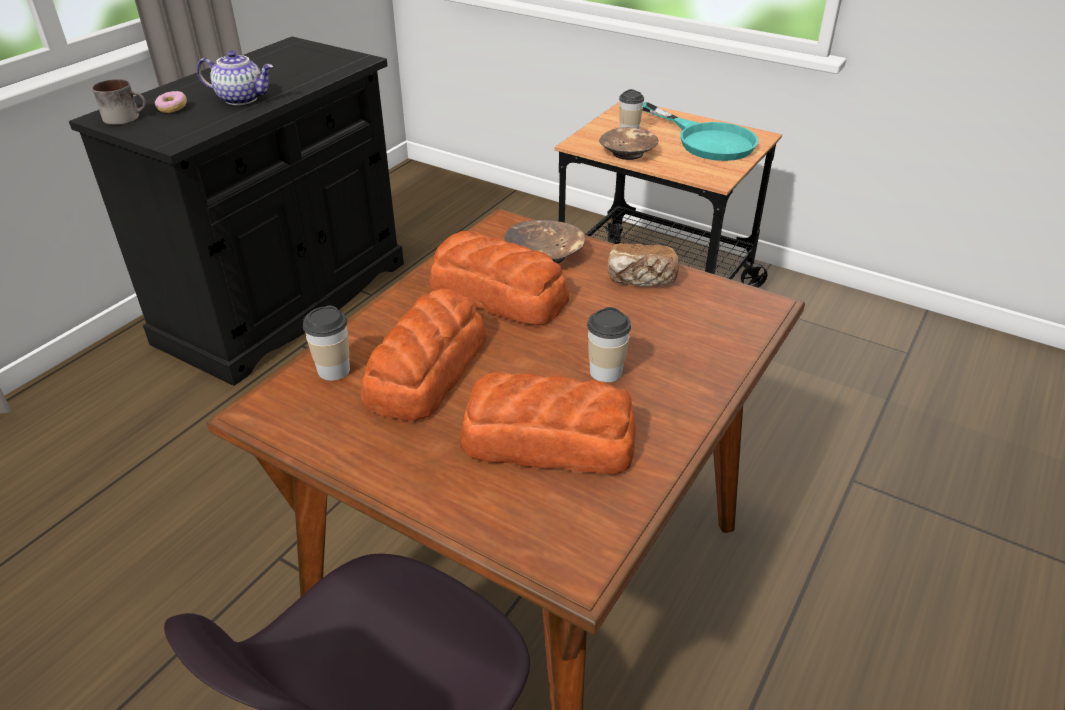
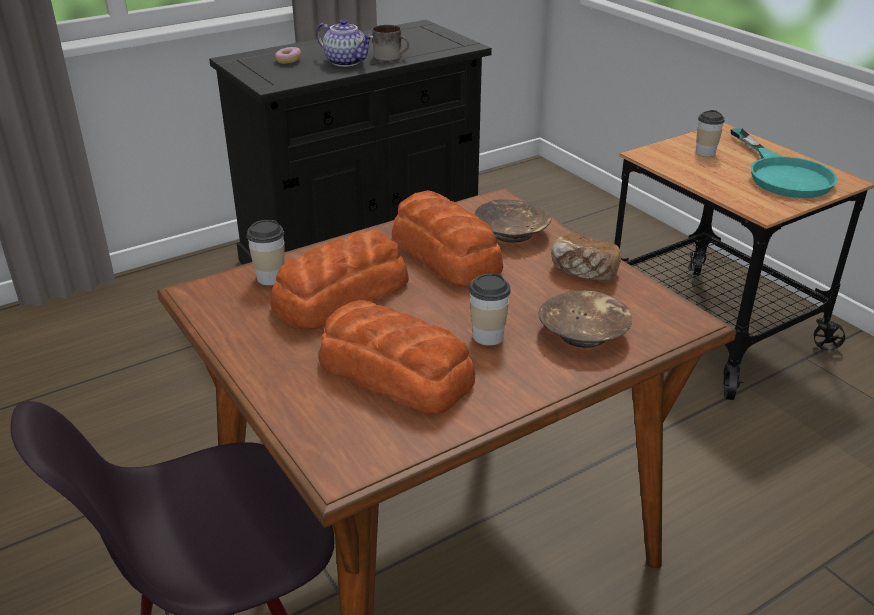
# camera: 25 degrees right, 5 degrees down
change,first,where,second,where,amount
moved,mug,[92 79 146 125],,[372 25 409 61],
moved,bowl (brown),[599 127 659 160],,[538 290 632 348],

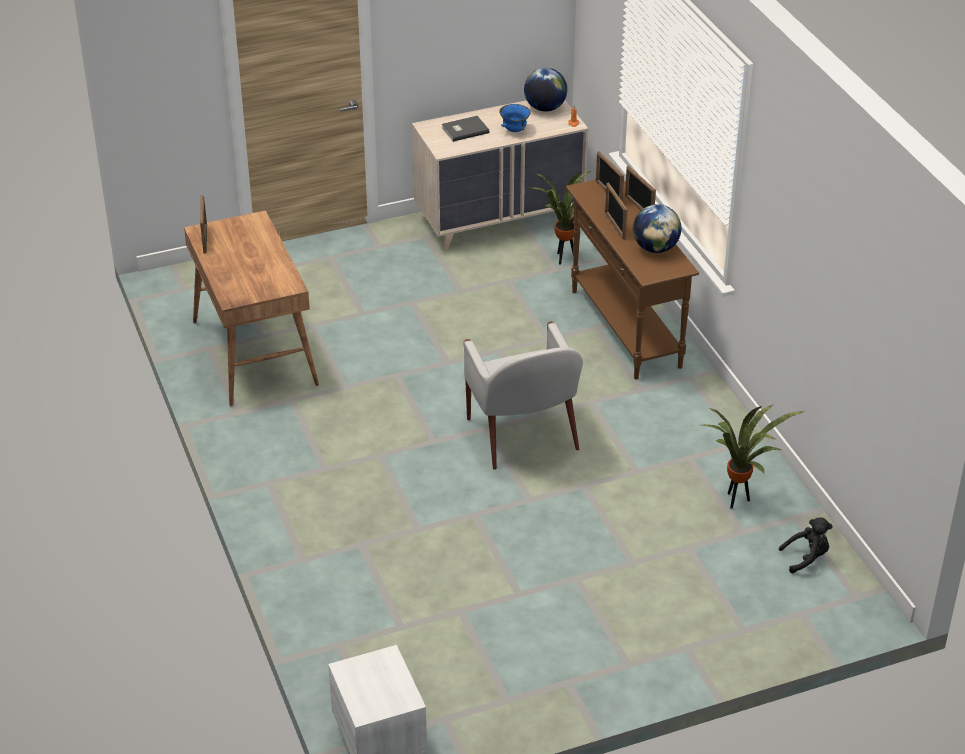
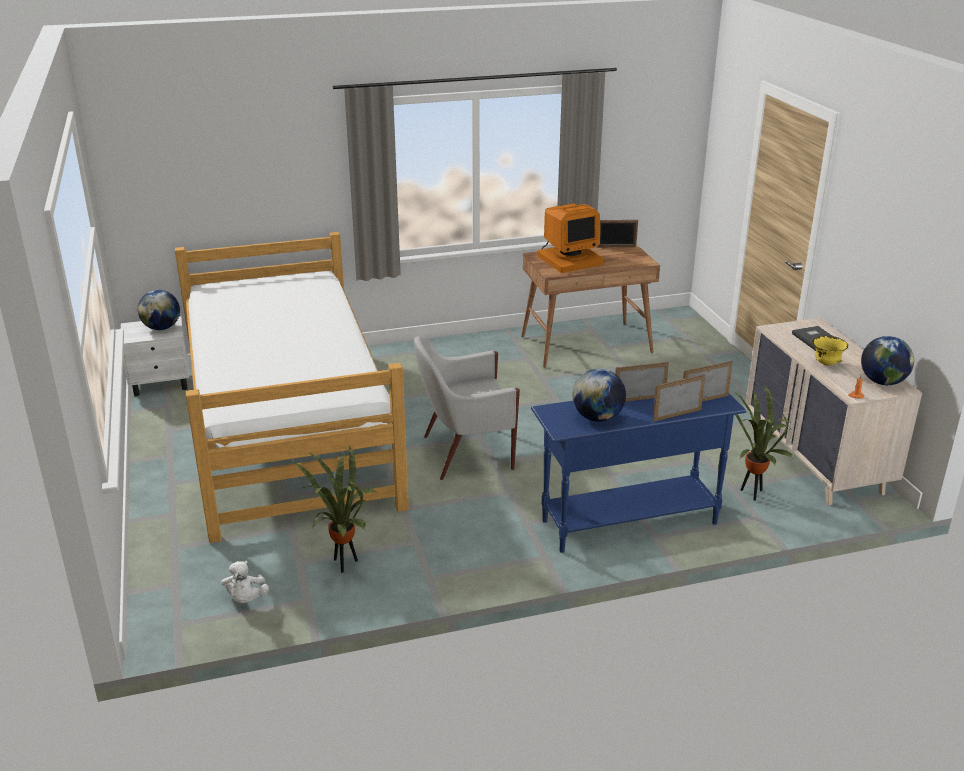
# camera: 95 degrees right, 10 degrees down
change,first,where,second,where,amount
recoloured,bowl (blue),[499 104 530 132],bowl (yellow),[812 336 848 366],
recoloured,console table (brown),[566 179 699 380],console table (blue),[531 393 746 553],
recoloured,plush toy (black),[779 517 832 573],plush toy (white),[221 561 269 603],
added,,,globe,[138 290 180 330],
added,,,bed,[175 232 409 543],
added,,,monitor,[537 203 605 273],

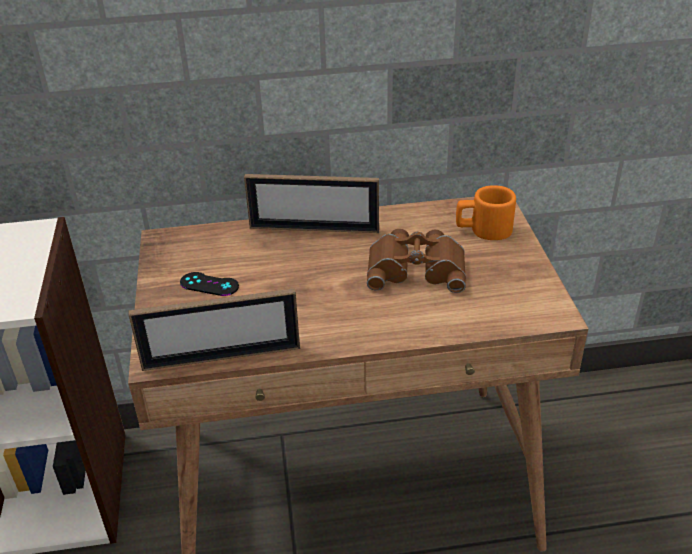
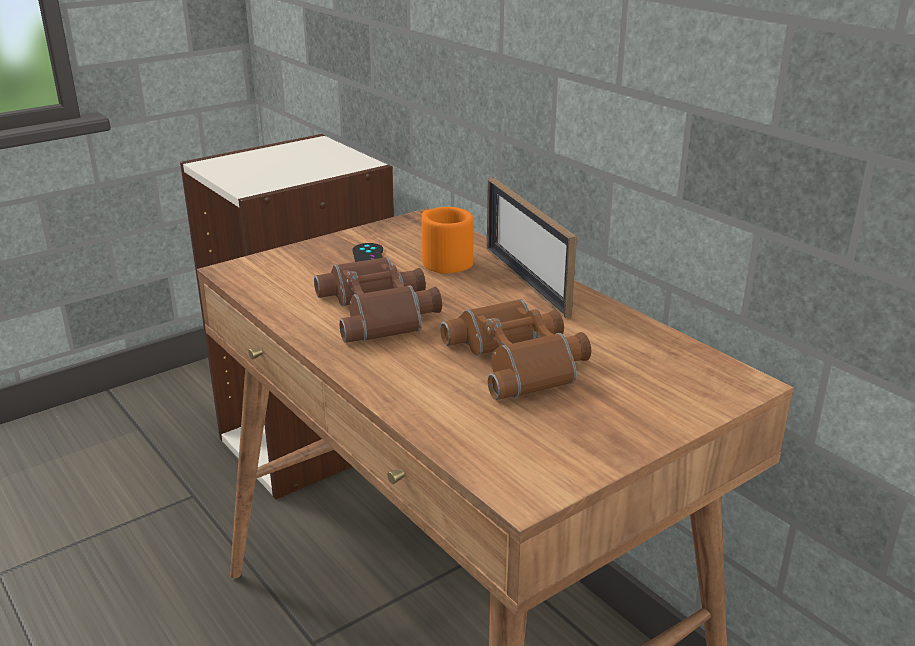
# camera: 60 degrees right, 10 degrees down
change,first,where,second,where,amount
removed,picture frame,[128 288 300 371],,,
moved,mug (orange),[456 185 516 240],,[421 207 474 273],
added,,,binoculars (brown),[314 257 442 343],

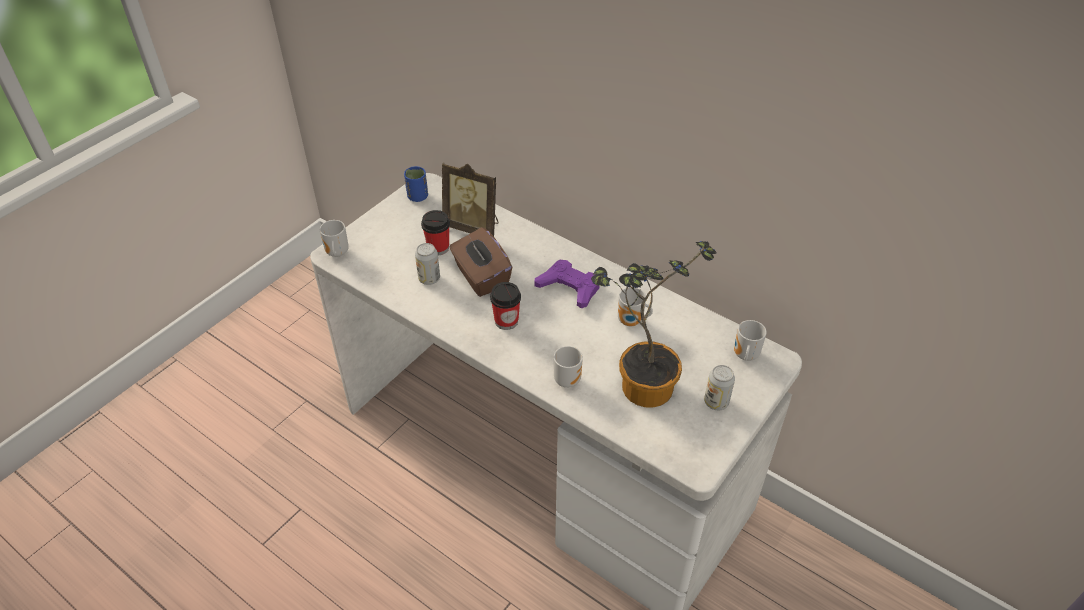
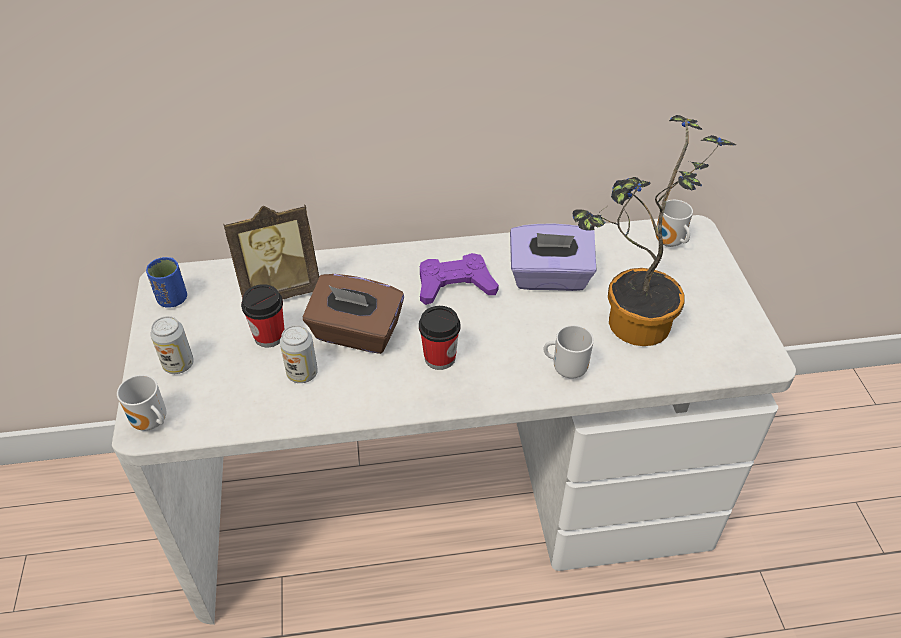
# camera: 45 degrees left, 0 degrees up
change,first,where,second,where,amount
replaced,mug,[618 287 653 326],tissue box (purple),[510 223 597 291],
moved,can,[704 365 735 410],,[150 316 194 374],

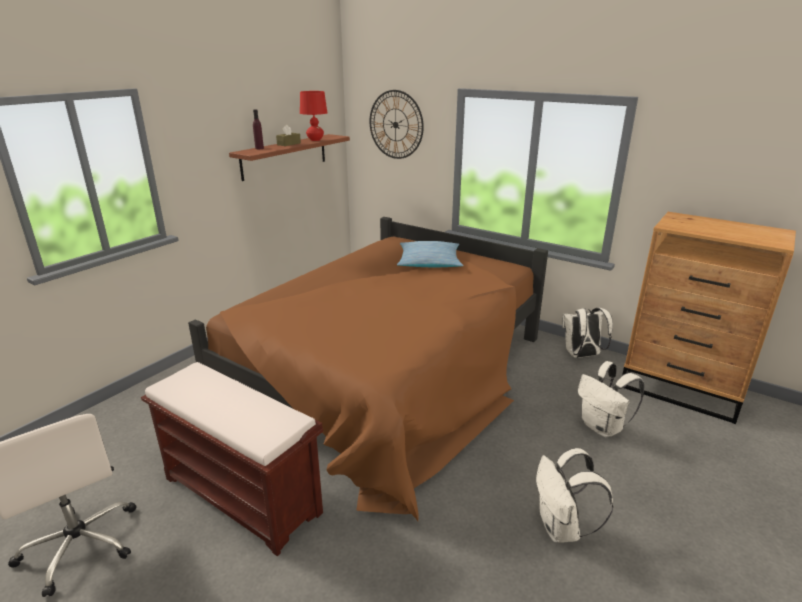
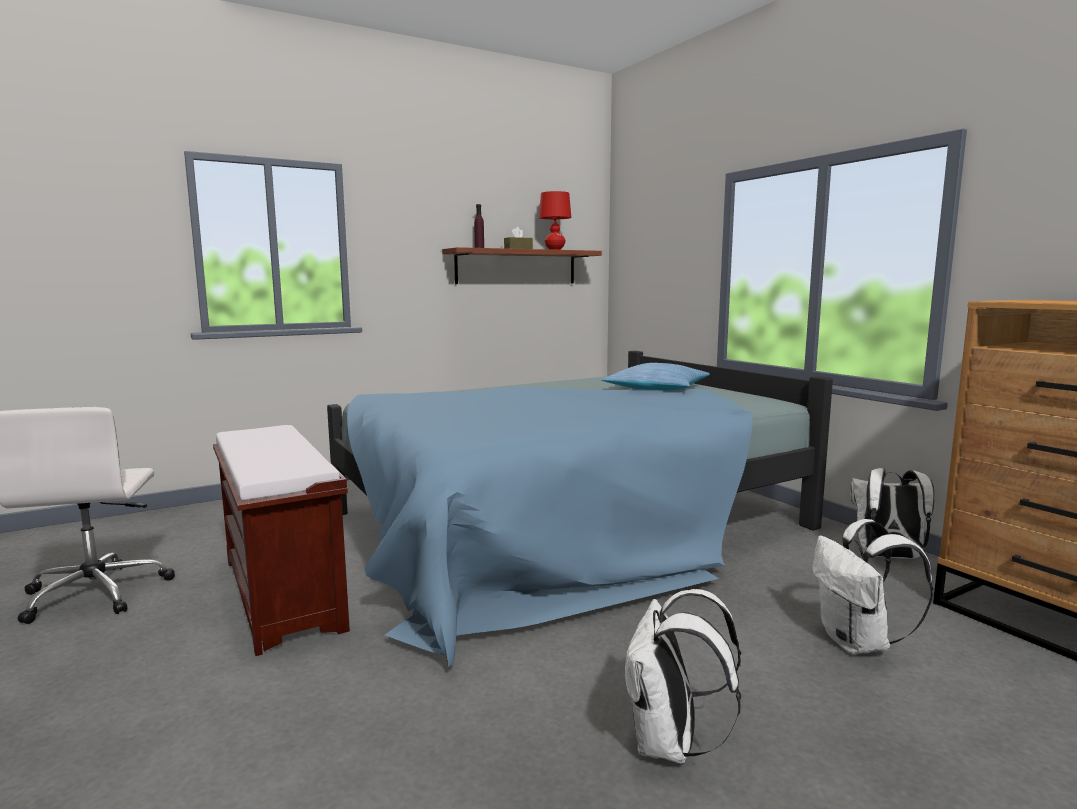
# camera: 25 degrees right, 15 degrees down
change,first,where,second,where,amount
recoloured,bed (brown),[188 217 548 521],bed (blue),[327 351 833 667],
removed,wall clock,[369 90 424 159],,,

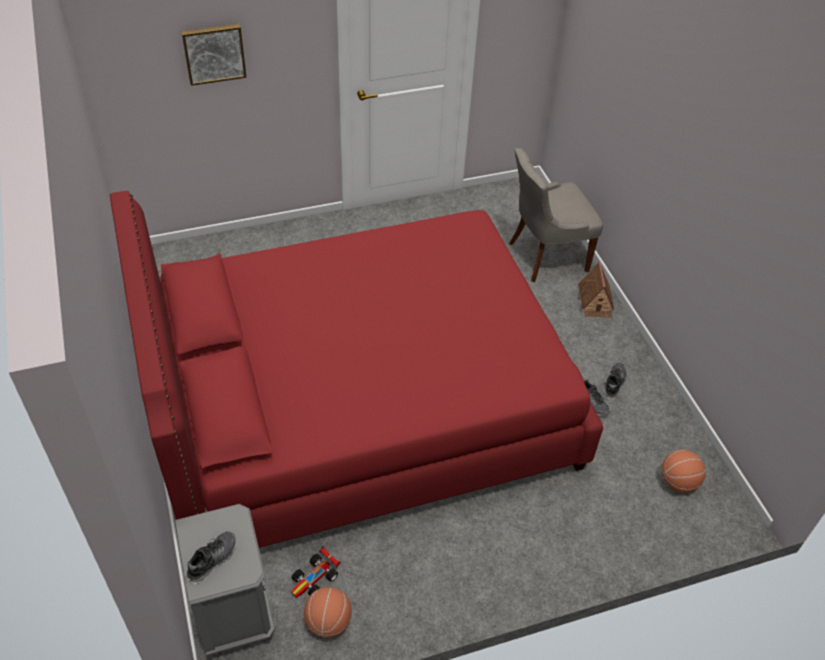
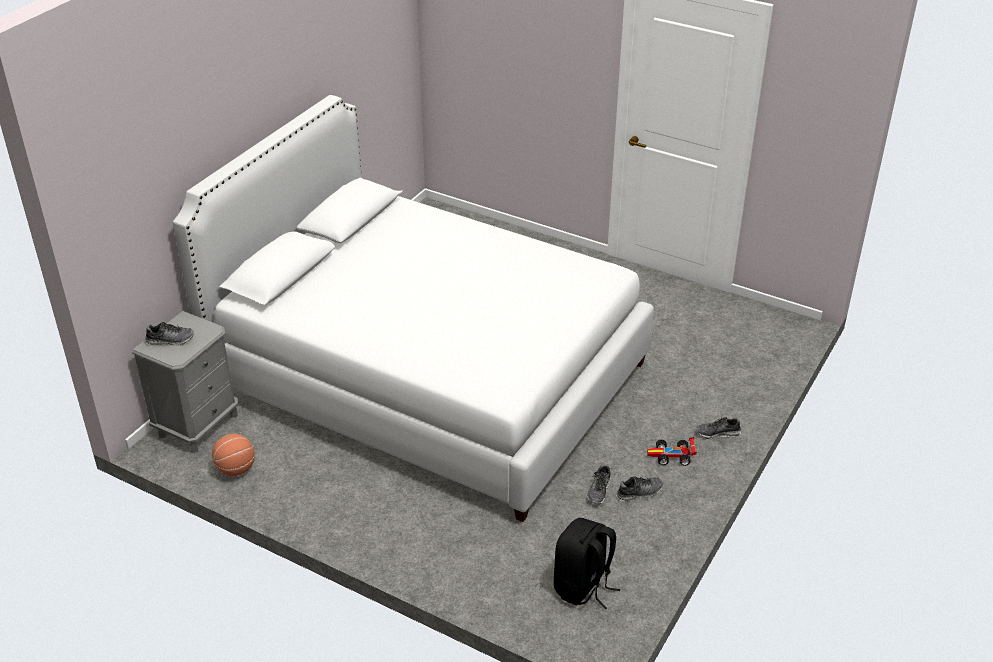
# camera: 50 degrees right, 10 degrees down
change,first,where,second,where,amount
recoloured,bed (red),[110 191 603 548],bed (white),[173 95 654 522],
removed,picture,[182 24 247 86],,,
moved,toy car,[291 546 340 598],,[647 437 697 466],
removed,chair (grey),[509 148 603 282],,,
replaced,toy house,[578 261 614 317],shoe,[696 417 741 439],
replaced,basketball,[661 450 706 493],backpack (black),[554 518 620 609],

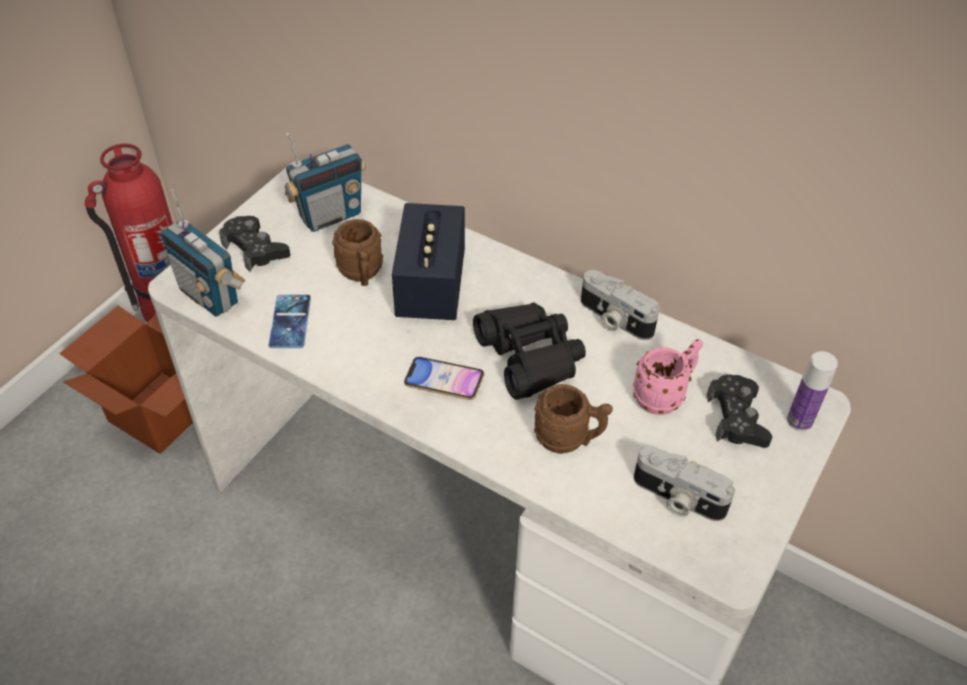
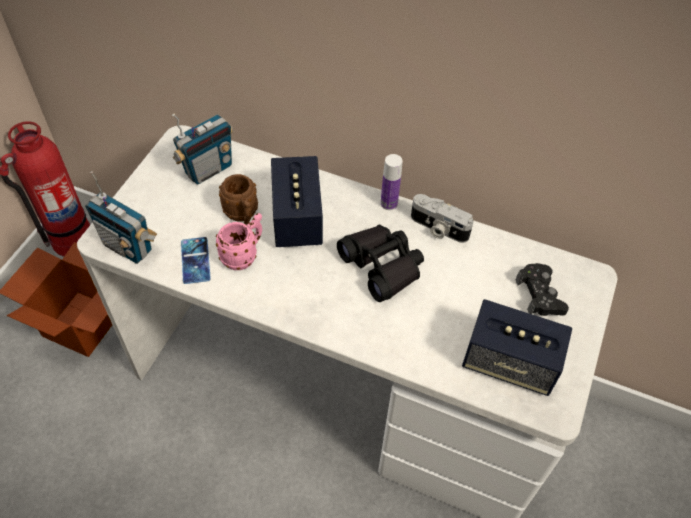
# camera: 10 degrees left, 5 degrees up
change,first,where,second,where,amount
removed,game controller (black),[219 216 290 272],,,
removed,phone,[404 357 484 400],,,
removed,mug (brown),[534 384 613 454],,,
moved,mug (pink),[633 339 703 415],,[216 213 262 270],
replaced,photo camera,[634 446 735 521],speaker,[462 299 573 396],
moved,bottle,[787 351 838 431],,[381 154 403 210],

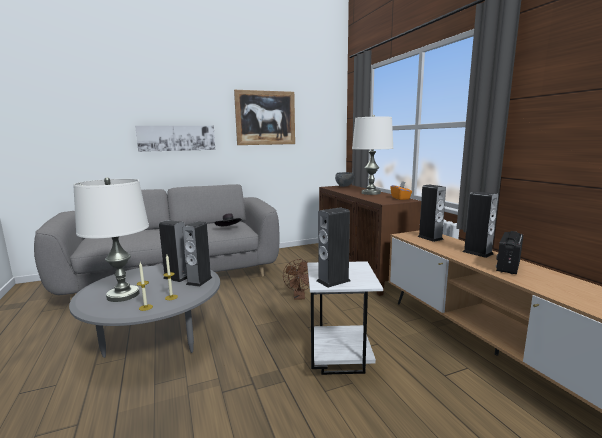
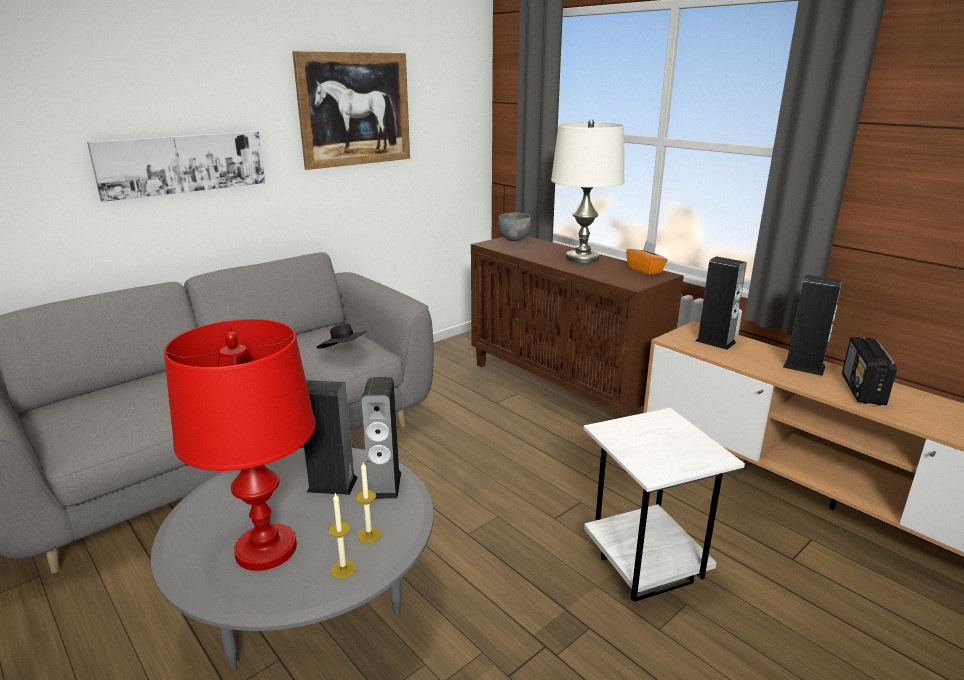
# camera: 20 degrees left, 10 degrees up
change,first,where,second,where,amount
recoloured,table lamp (white),[73 177 149 302],table lamp (red),[164 319 316 571],
removed,fan (brown),[283 259 309 300],,,
removed,speaker,[317 207 350 288],,,

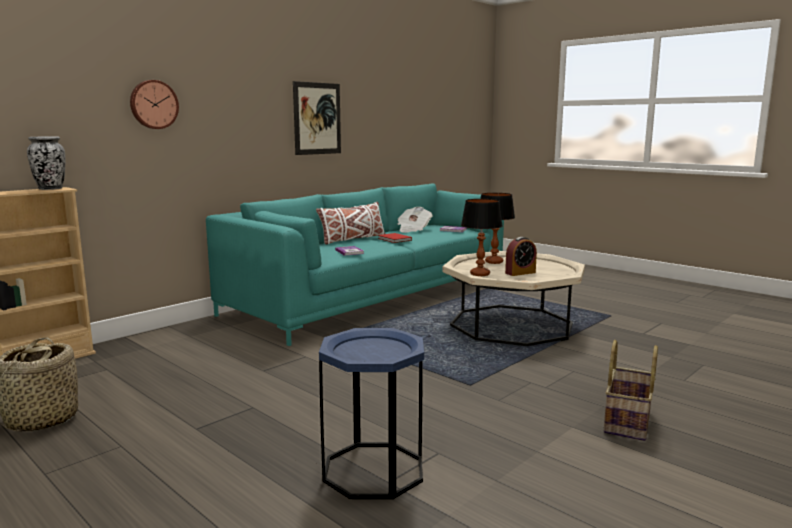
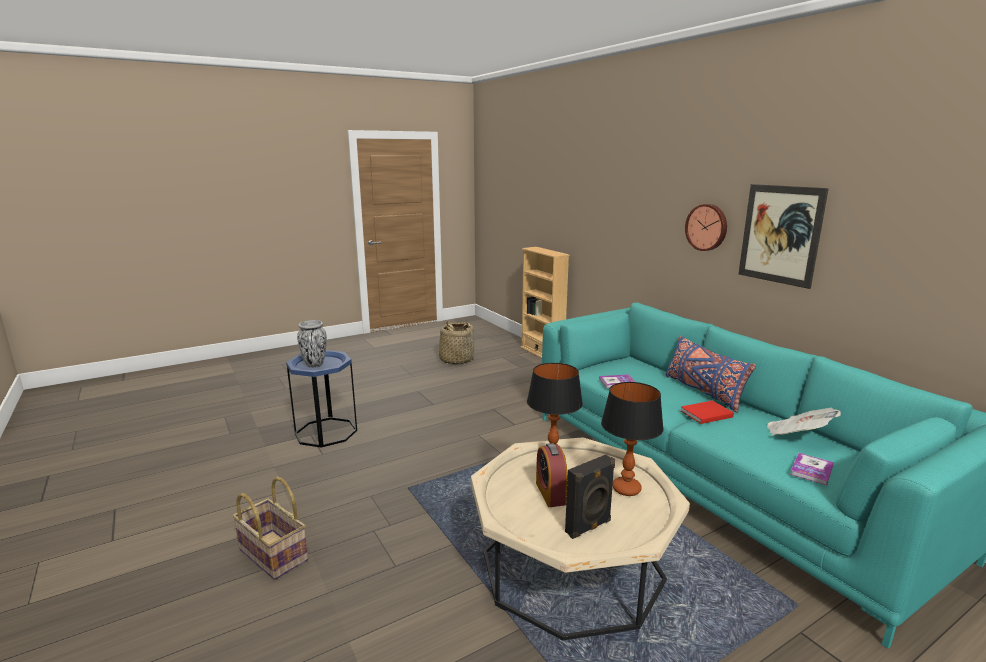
# camera: 105 degrees right, 5 degrees up
change,first,where,second,where,amount
moved,vase,[27 137 65 190],,[297 320 327 368],
moved,wall clock,[130 80 179 129],,[685 204 727 251],
recoloured,pillow (white),[316 202 385 245],pillow (blue),[666 336 756 412],
added,,,speaker (black),[565 455 615 539],

